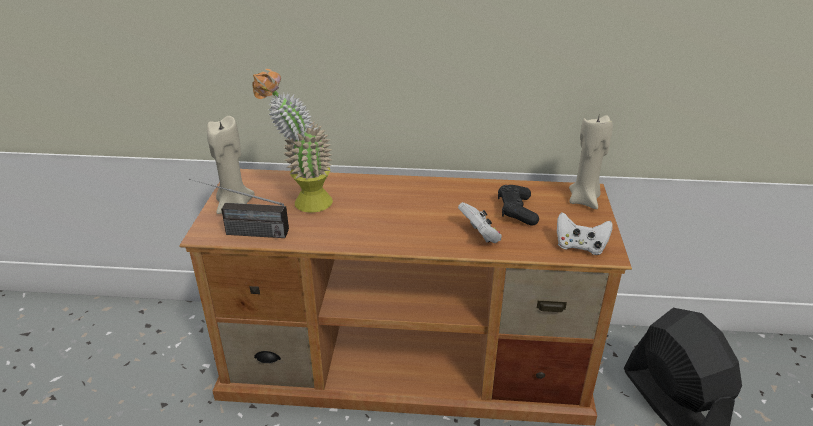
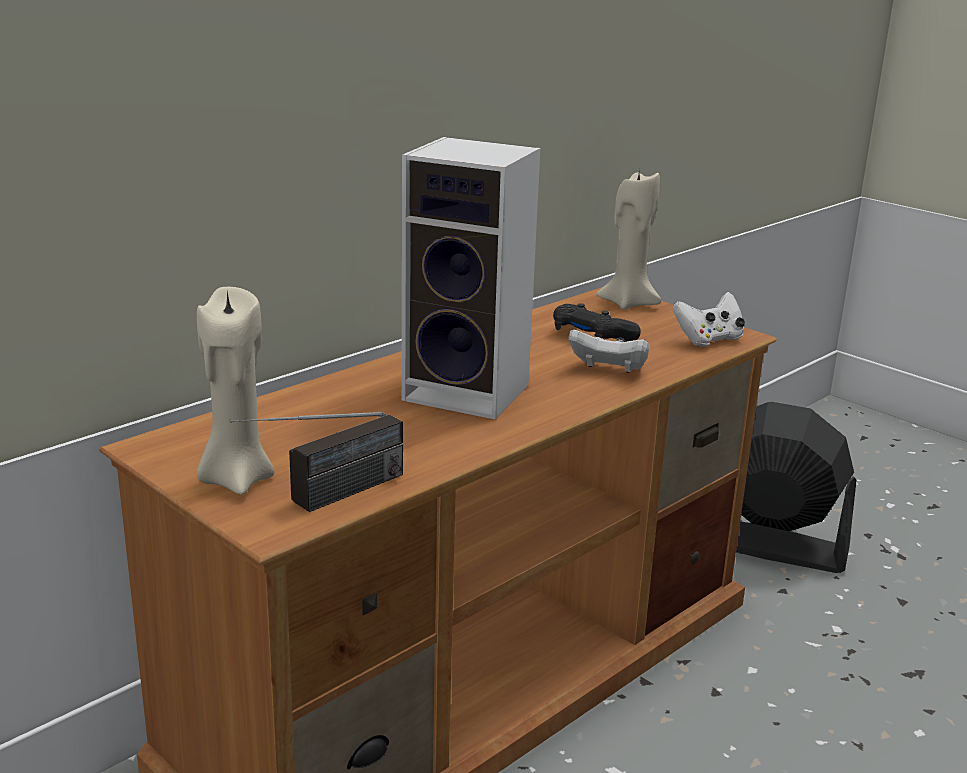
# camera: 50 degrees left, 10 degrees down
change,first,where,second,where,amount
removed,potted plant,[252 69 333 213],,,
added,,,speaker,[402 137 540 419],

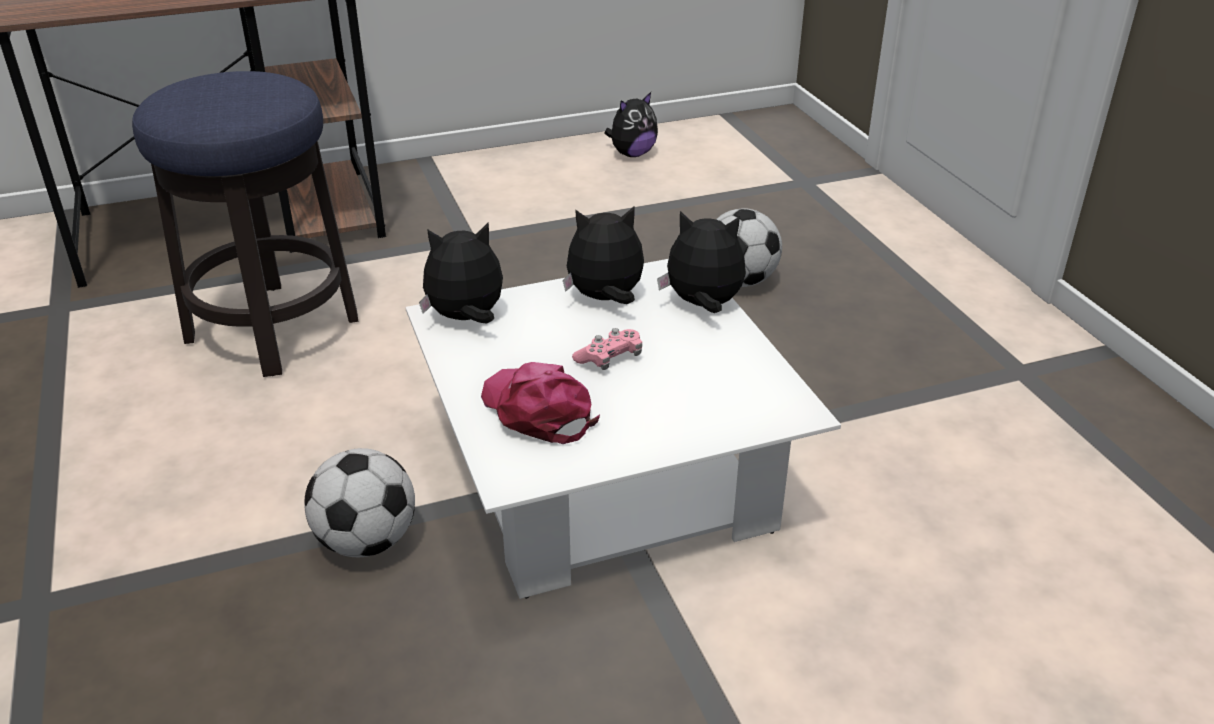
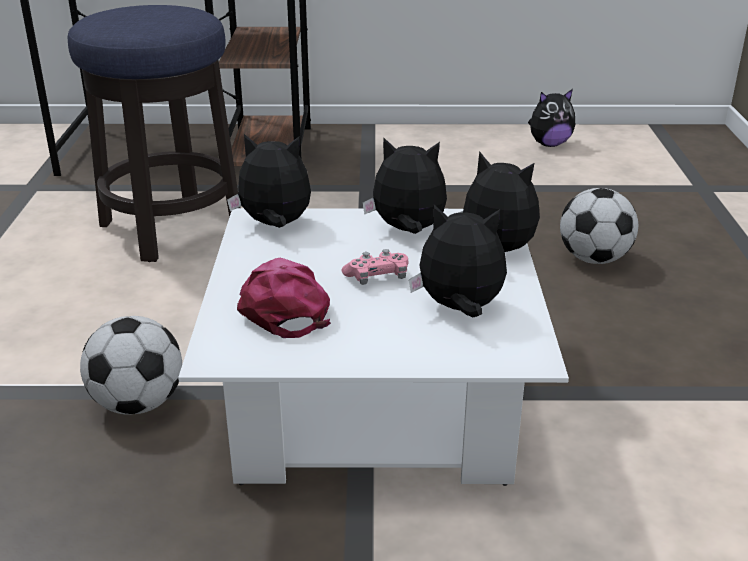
# camera: 20 degrees right, 5 degrees down
change,first,where,second,where,amount
added,,,plush toy,[409 204 507 317],

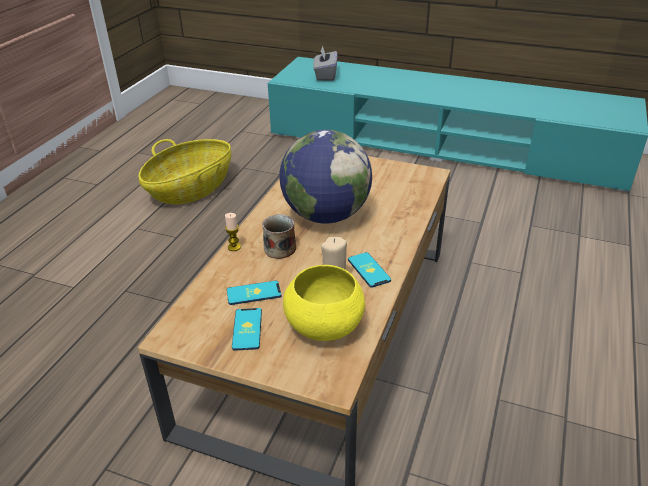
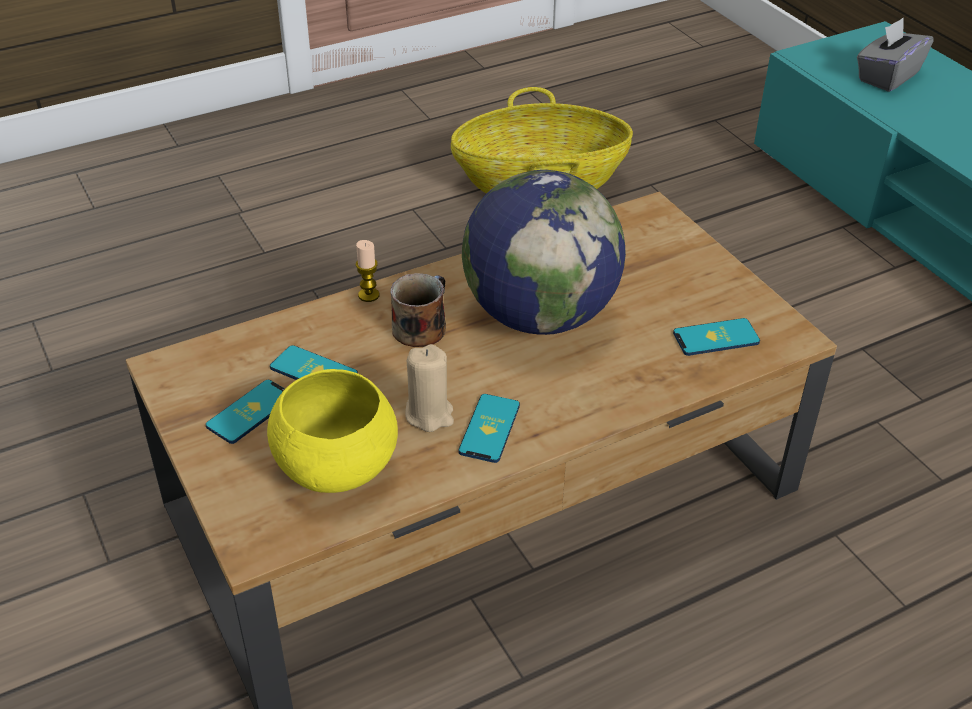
# camera: 40 degrees right, 5 degrees up
change,first,where,second,where,amount
added,,,phone,[673 318 760 356],

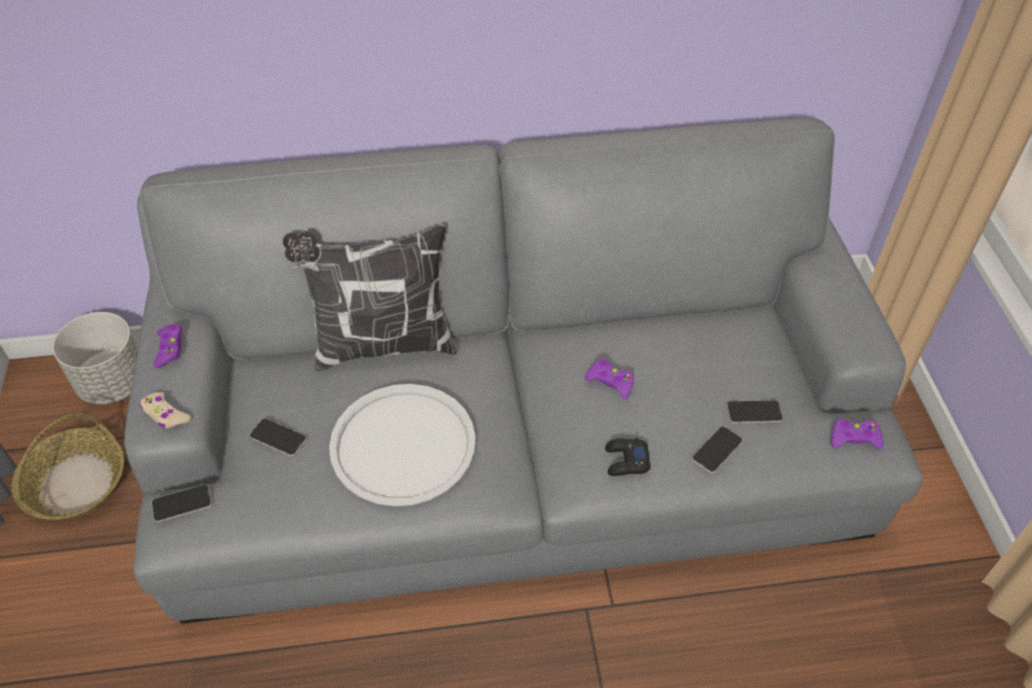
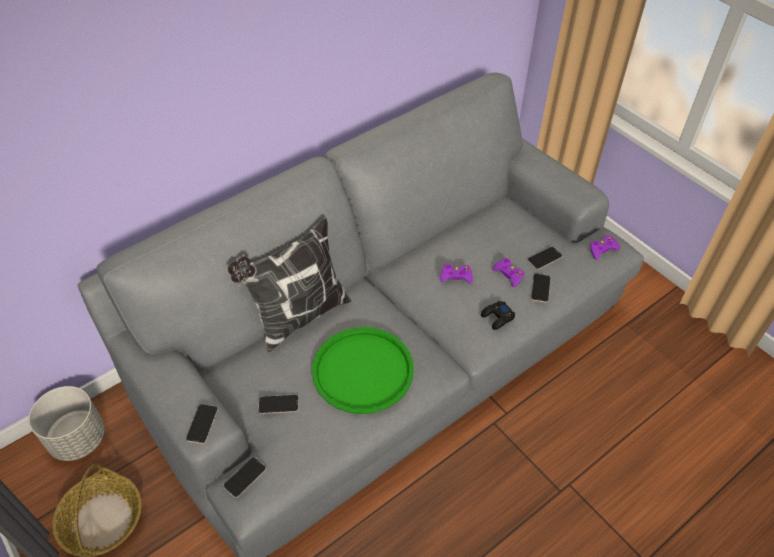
# camera: 30 degrees left, 0 degrees up
change,first,where,second,where,amount
replaced,game controller (beige),[140 392 191 428],phone,[186 404 218 444],
moved,game controller (purple),[154 324 182 368],,[492 258 524 287],
recoloured,tray (white),[329 384 476 506],tray (green),[312 327 414 414],

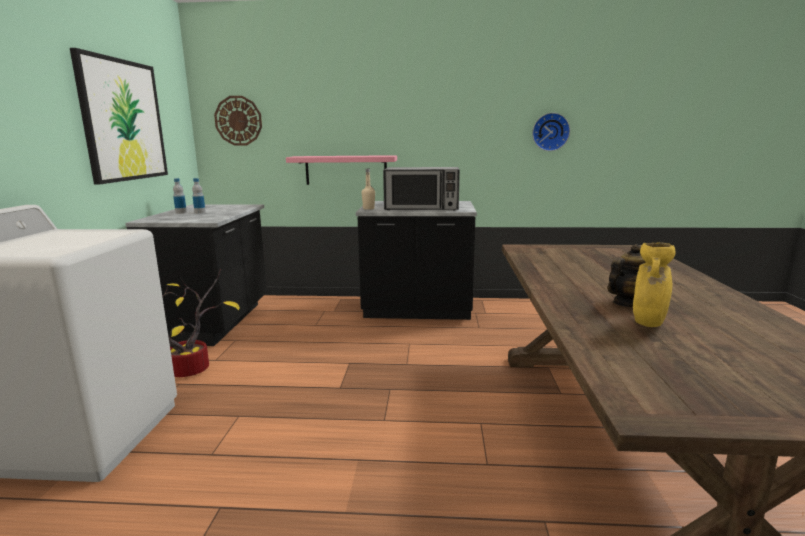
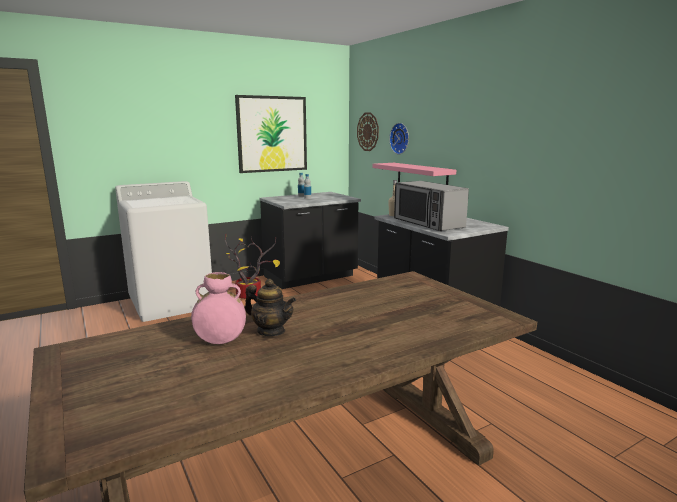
# camera: 55 degrees right, 0 degrees up
change,first,where,second,where,amount
moved,wall clock,[532 113 570 151],,[389 123 409 154],
recoloured,vase (yellow),[633 242 676 327],vase (pink),[191 272 246 344],

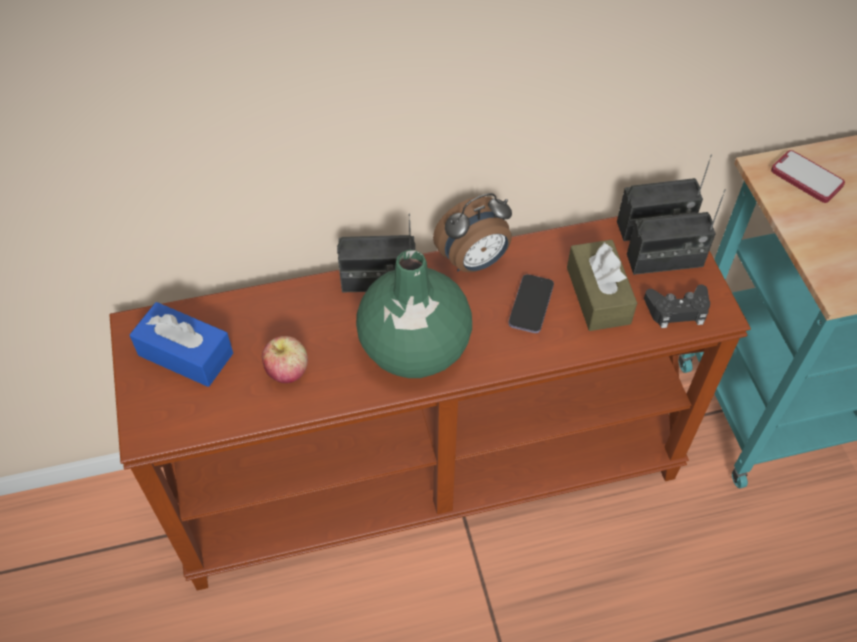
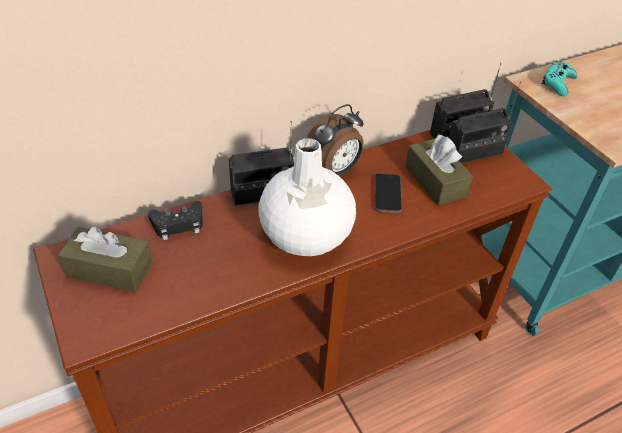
# camera: 15 degrees left, 10 degrees down
change,first,where,second,where,amount
recoloured,tissue box (blue),[129 302 233 387],tissue box (brown),[58 227 153 292],
removed,apple,[262 336 308 383],,,
recoloured,vase (green),[356 250 472 378],vase (white),[258 138 356 256],
moved,game controller (black),[644 284 710 328],,[148 201 203 240],
replaced,phone,[771 150 845 203],game controller (turquoise),[542 61 577 96],

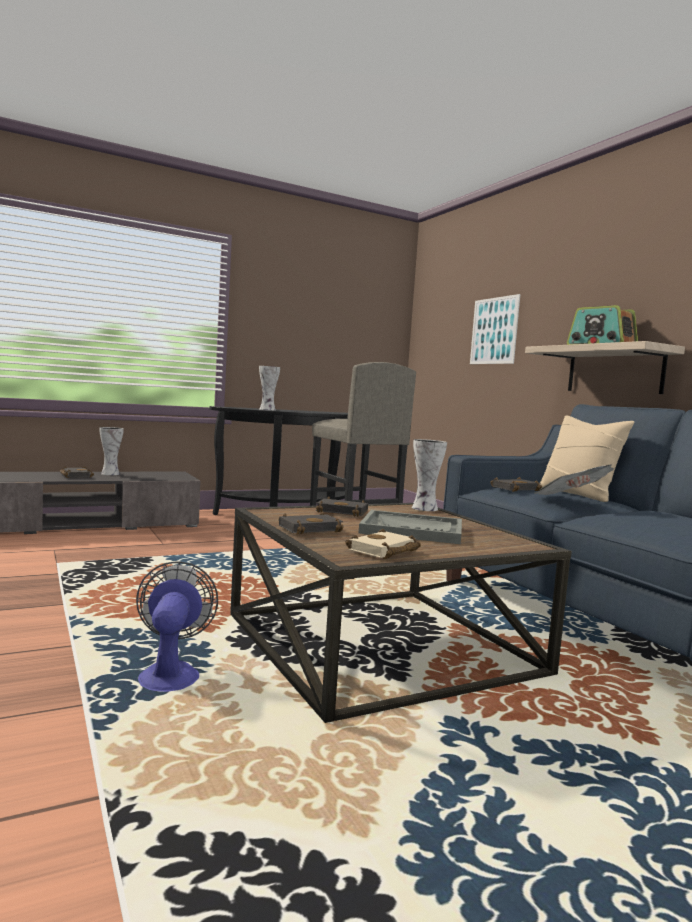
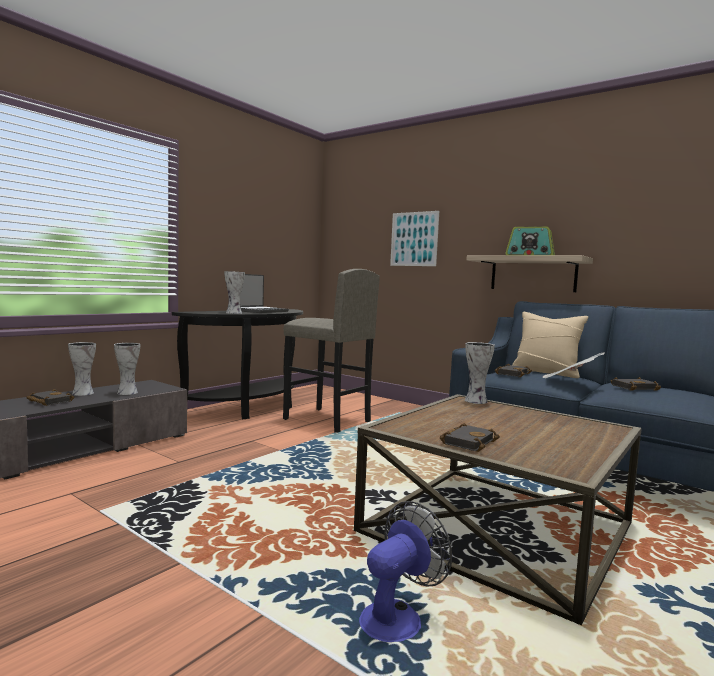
# camera: 25 degrees left, 0 degrees up
change,first,where,second,where,amount
turned,fan,[136 561 218 692],,[359 501 452 642],75 degrees clockwise
moved,book (black),[316 497 368 517],,[611 377 661 391],
removed,book (beige),[345 529 421 559],,,
removed,tray (grey),[359 510 462 544],,,
added,,,vase,[114 343 140 395],
added,,,laptop,[240 274 289 313],

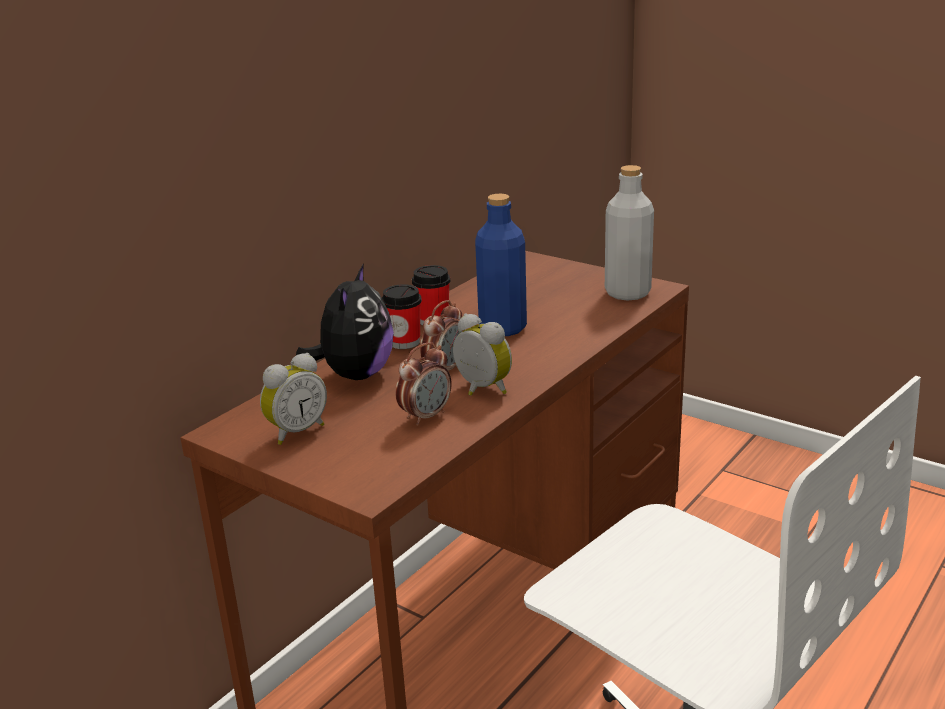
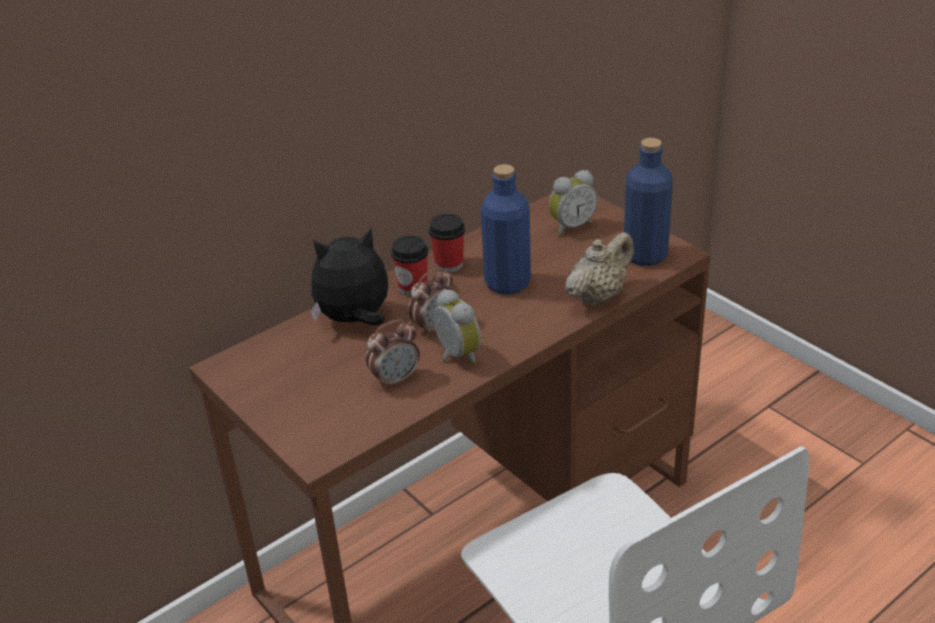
# camera: 15 degrees right, 10 degrees up
change,first,where,second,where,amount
moved,alarm clock,[260 353 327 445],,[549 170 598 235],
turned,plush toy,[296 263 394 380],,[311 228 388 325],135 degrees counterclockwise
recoloured,bottle (grey),[605 165 654 301],bottle (blue),[624 138 673 266],
added,,,teapot (beige),[565 232 634 306],

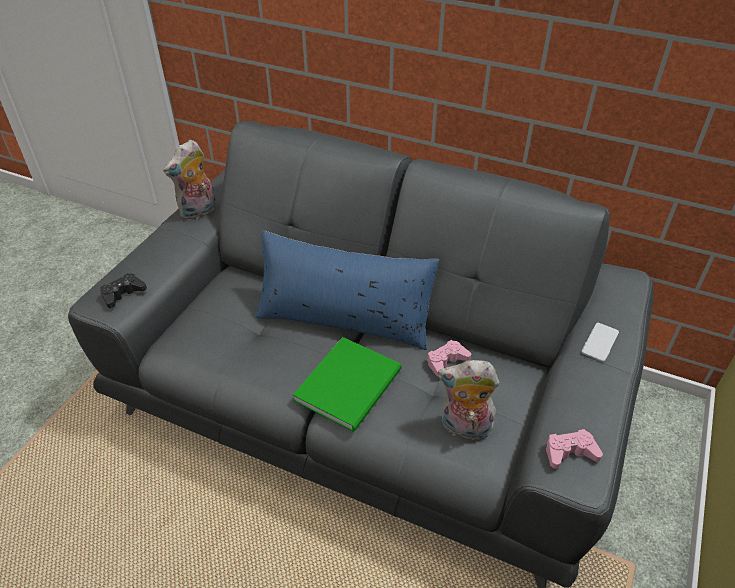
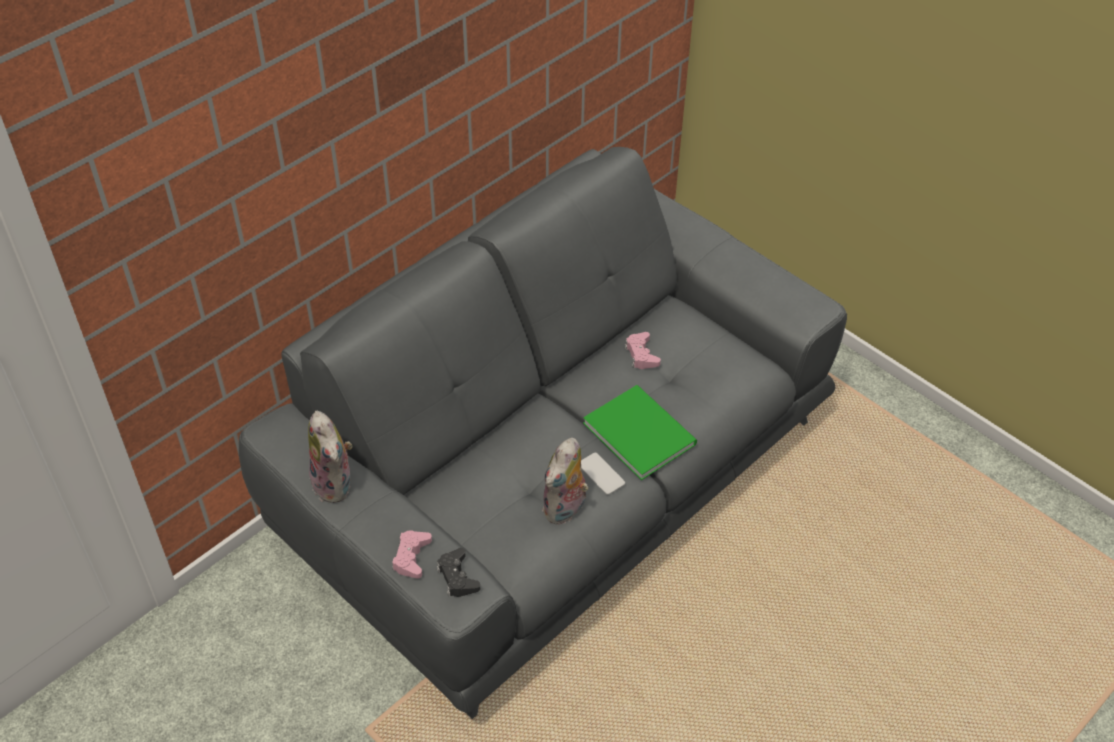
# camera: 70 degrees left, 5 degrees up
change,first,where,second,where,amount
removed,pillow (blue),[255 230 439 350],,,
moved,plush toy,[438 360 499 440],,[542 438 589 525],
moved,game controller (pink),[546 429 603 469],,[392 530 432 579],
moved,phone,[581 323 619 362],,[581 453 625 495],

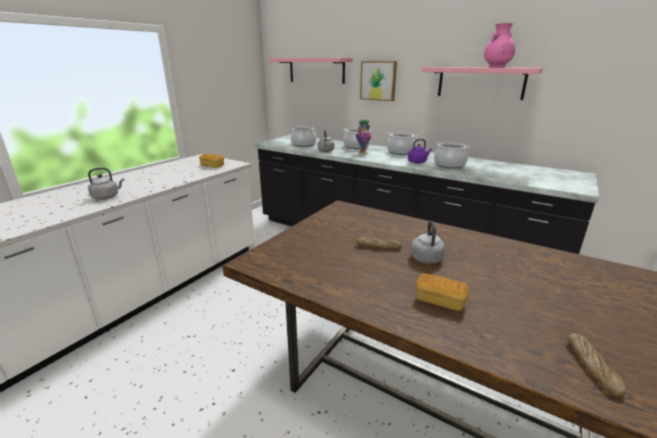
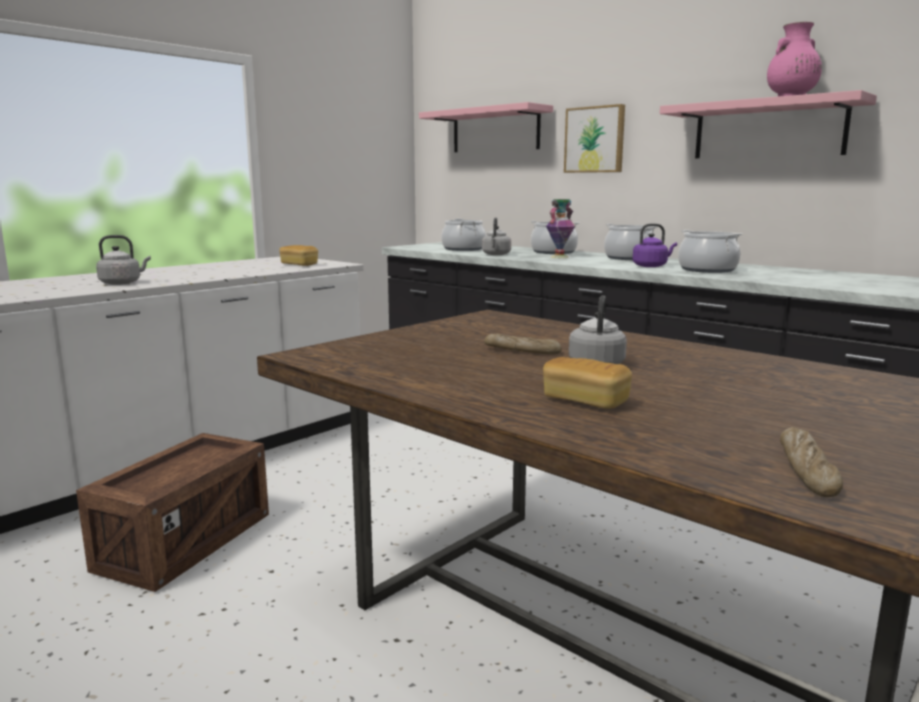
# camera: 10 degrees right, 10 degrees down
change,first,where,second,where,amount
added,,,crate,[76 433 269 592],

